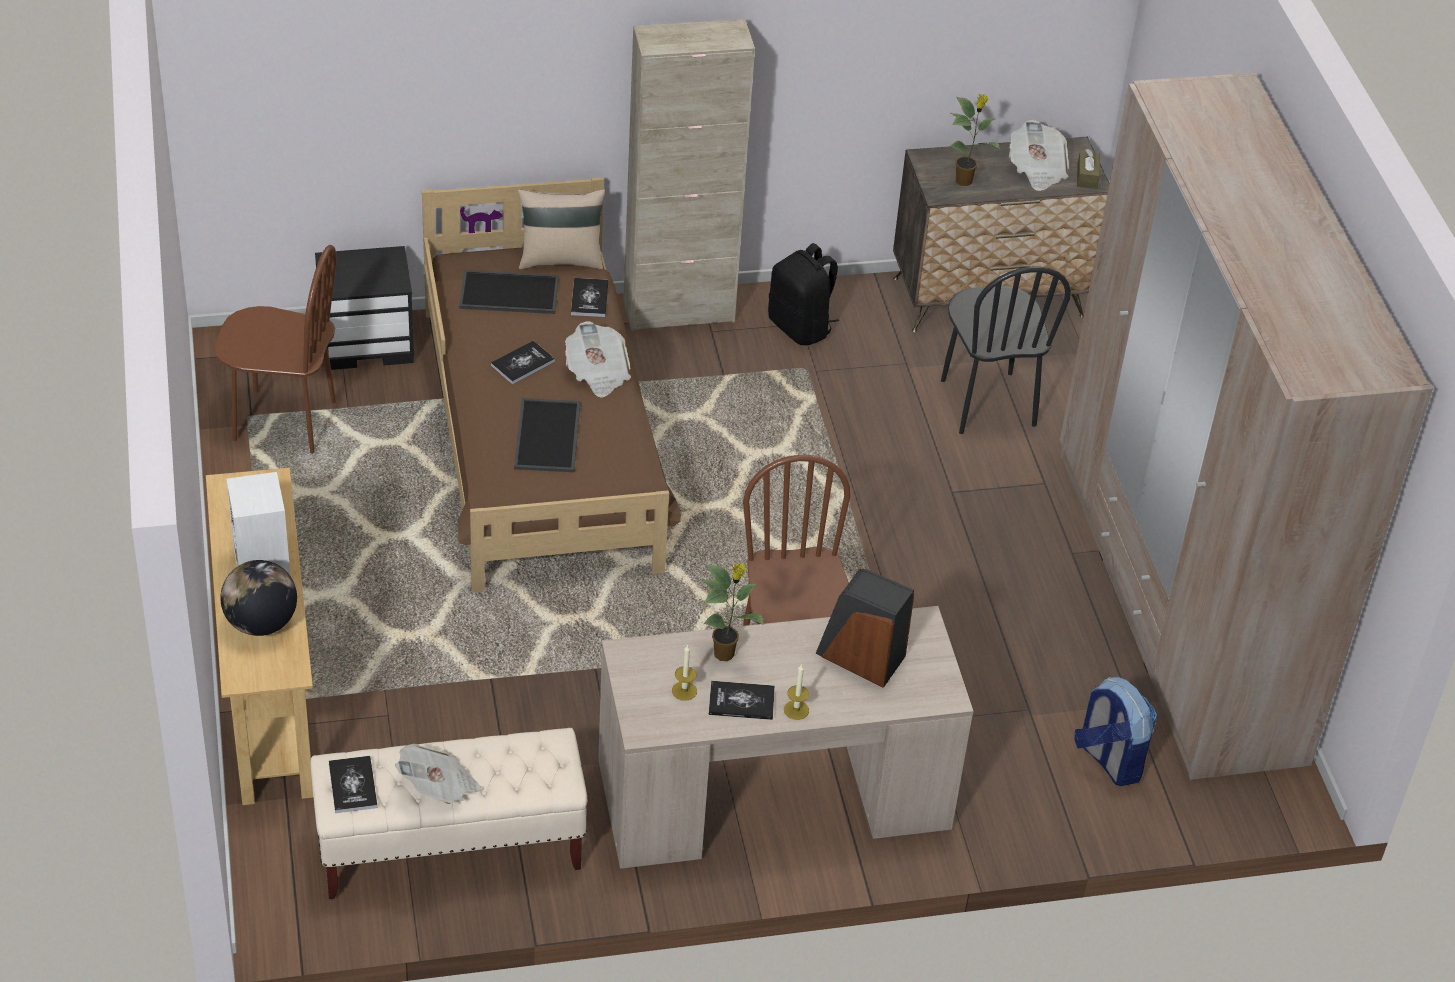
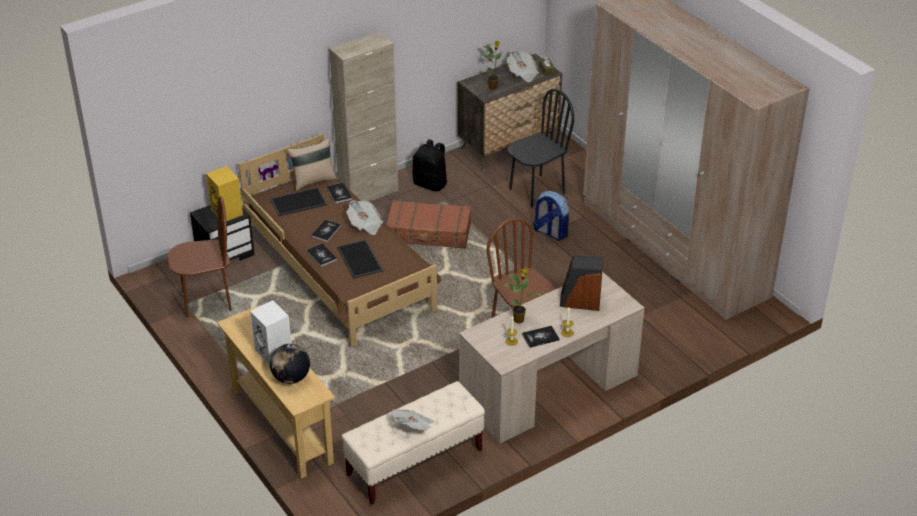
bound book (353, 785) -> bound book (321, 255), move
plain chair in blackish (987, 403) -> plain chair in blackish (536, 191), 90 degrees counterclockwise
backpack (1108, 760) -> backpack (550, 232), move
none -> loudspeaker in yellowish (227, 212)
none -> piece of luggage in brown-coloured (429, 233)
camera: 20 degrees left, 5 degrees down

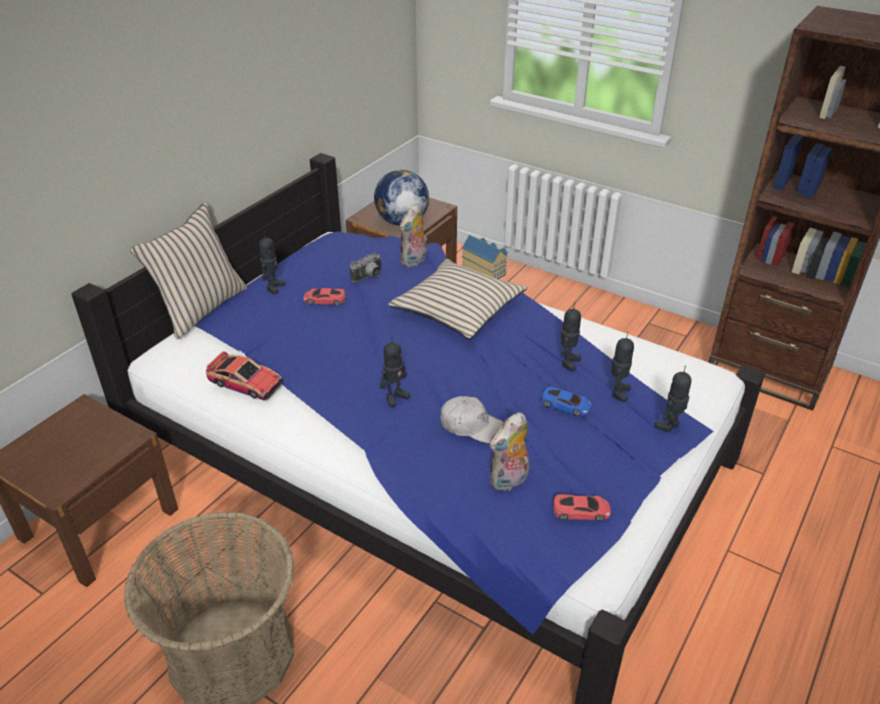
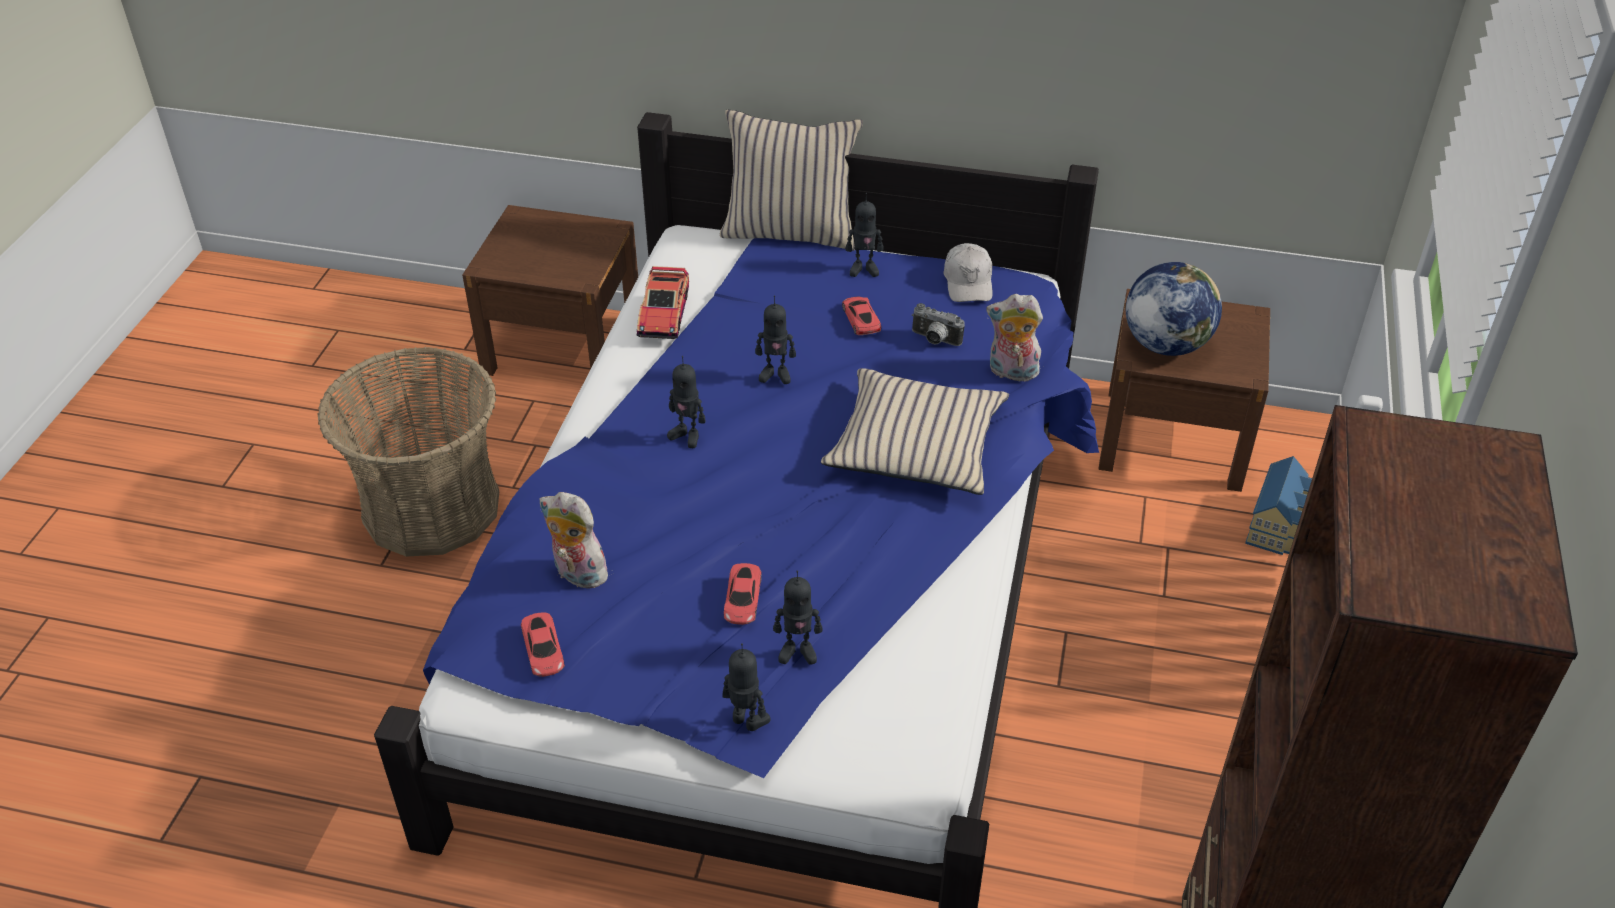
cap in whitish (471, 426) -> cap in whitish (968, 282), move
toy car in blue-coloured (566, 405) -> toy car in red (742, 598)
toy robot (568, 362) -> toy robot (775, 374), move
camera: 70 degrees right, 5 degrees up

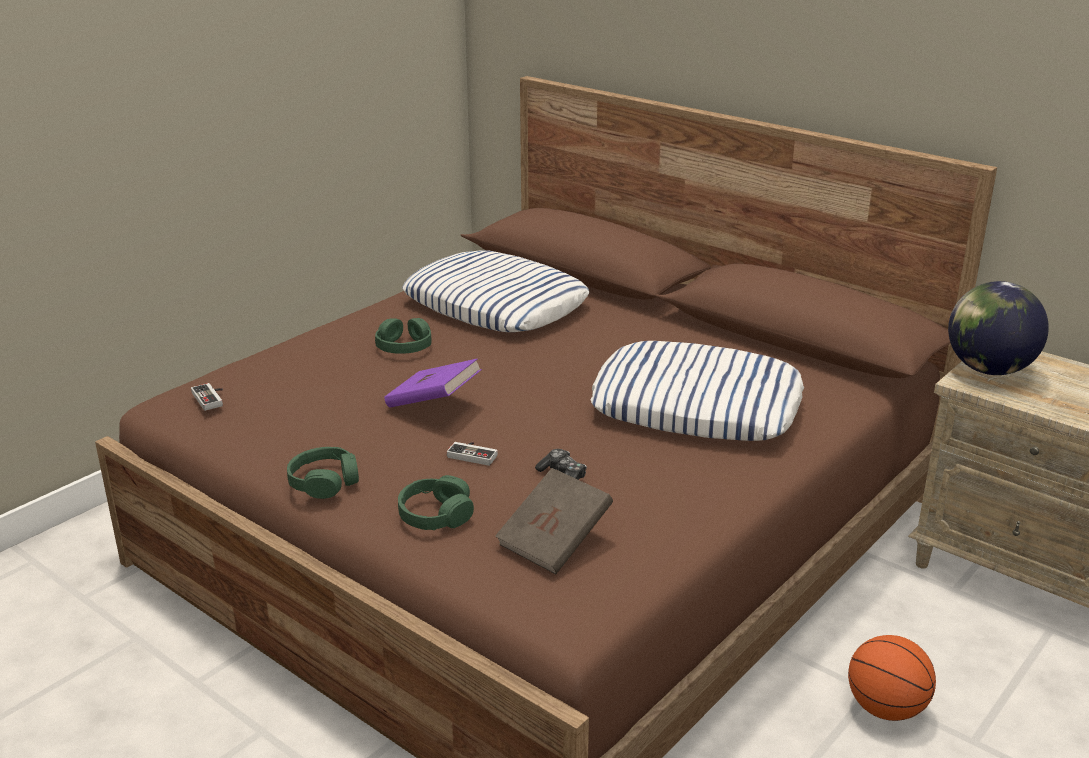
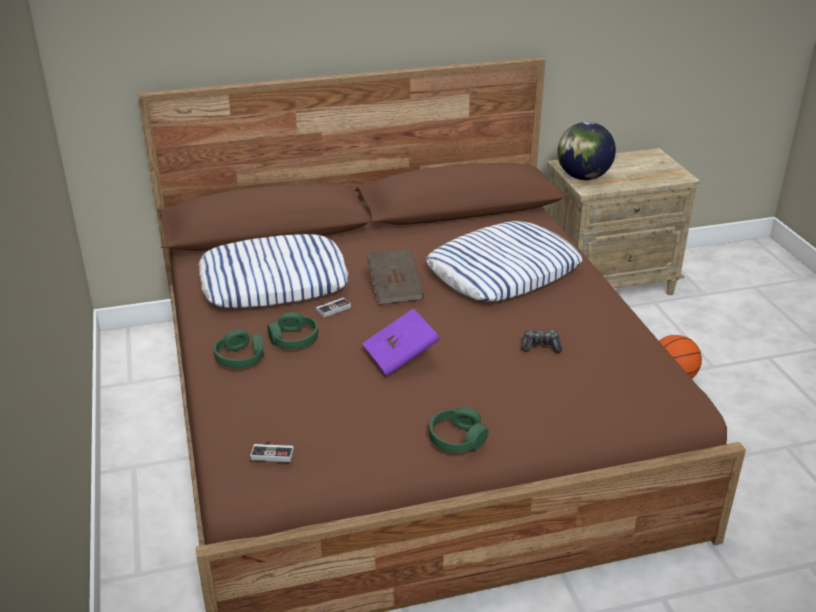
headphones in green (435, 515) -> headphones in green (241, 358), move
gamepad (474, 454) -> gamepad (331, 308), move
bound book in brown-coloured (554, 541) -> bound book in brown-coloured (395, 289), move
camera: 55 degrees left, 5 degrees up

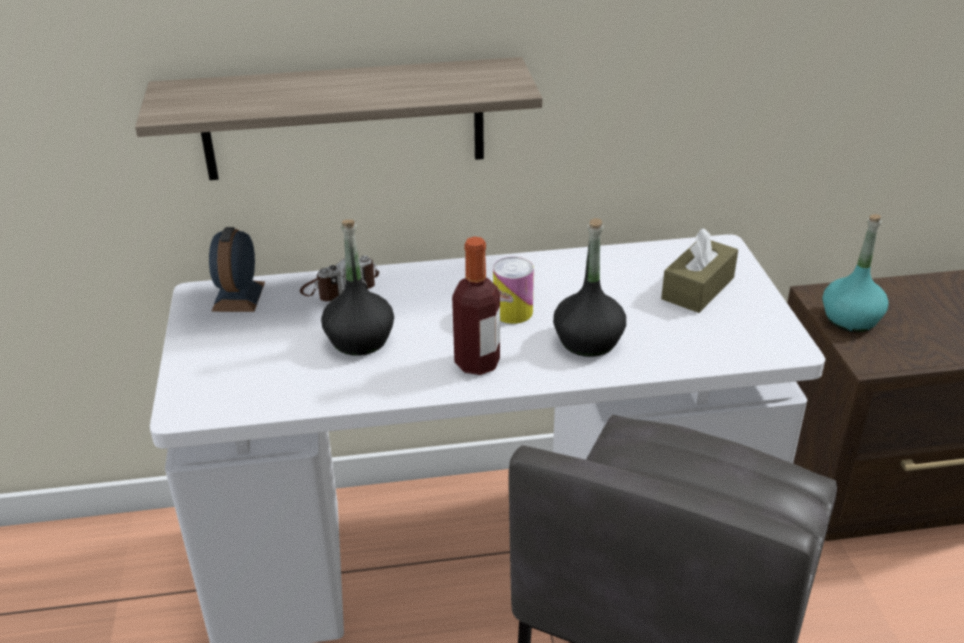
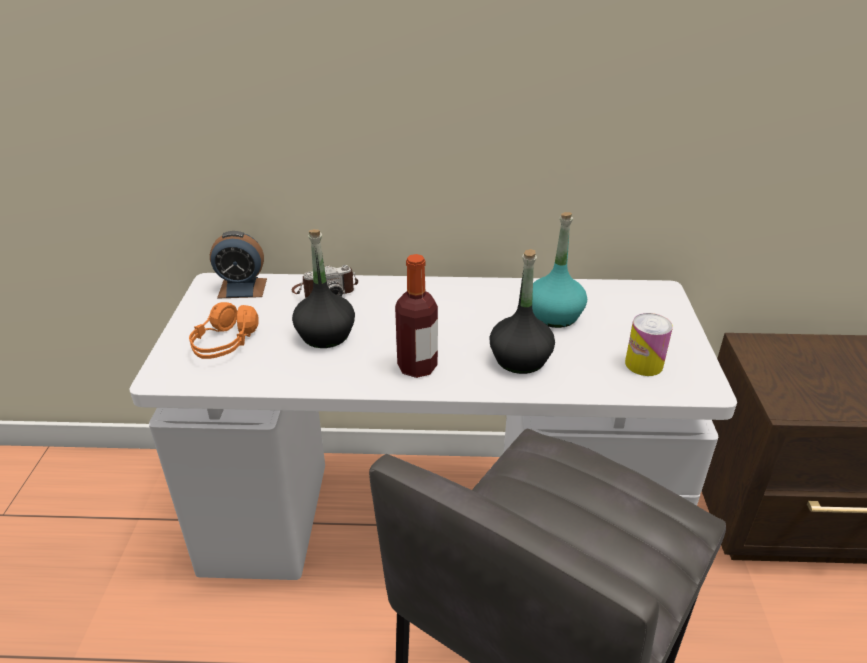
wall shelf (344, 119) -> none
alarm clock (238, 296) -> alarm clock (242, 288), 105 degrees counterclockwise
metal can (513, 312) -> metal can (644, 364), move
tissue box in brown-coloured (698, 288) -> none
bottle in blue-green (850, 319) -> bottle in blue-green (554, 315), move
none -> headphones in orangey (225, 344)
camera: 10 degrees right, 0 degrees up

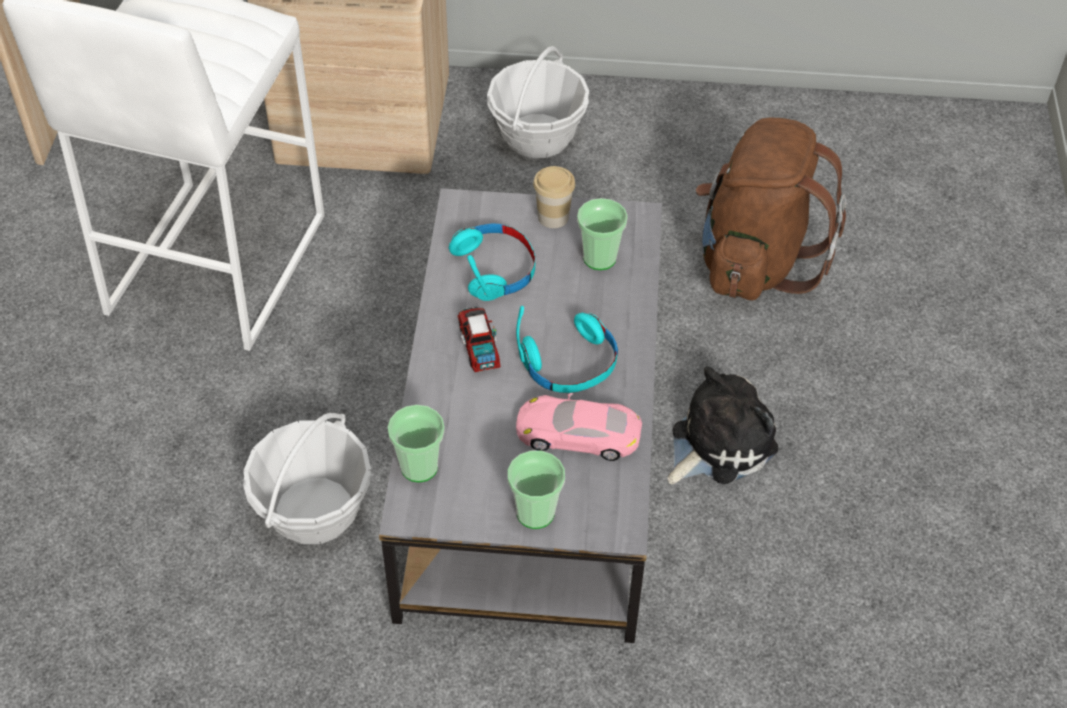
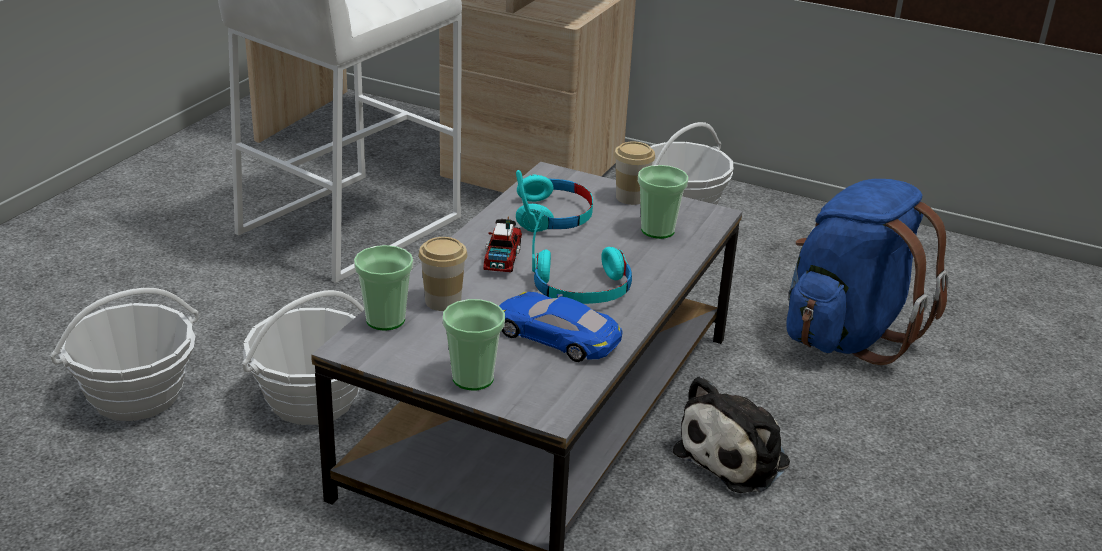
toy car in pinkish (578, 433) -> toy car in blue-coloured (556, 335)
cuddly toy (717, 443) -> cuddly toy (737, 456), 150 degrees clockwise
backpack in brown-coloured (755, 260) -> backpack in blue-coloured (847, 334)
none -> household basket (136, 396)
none -> drinking cup (443, 301)
camera: 20 degrees right, 20 degrees down

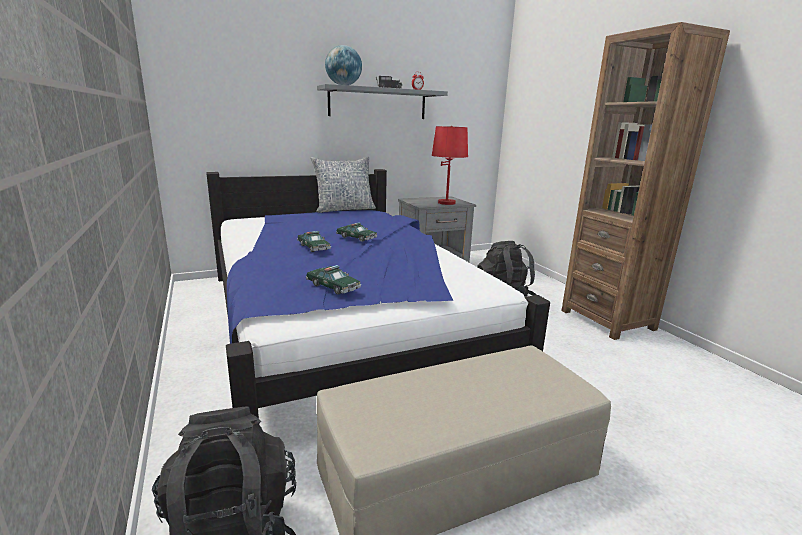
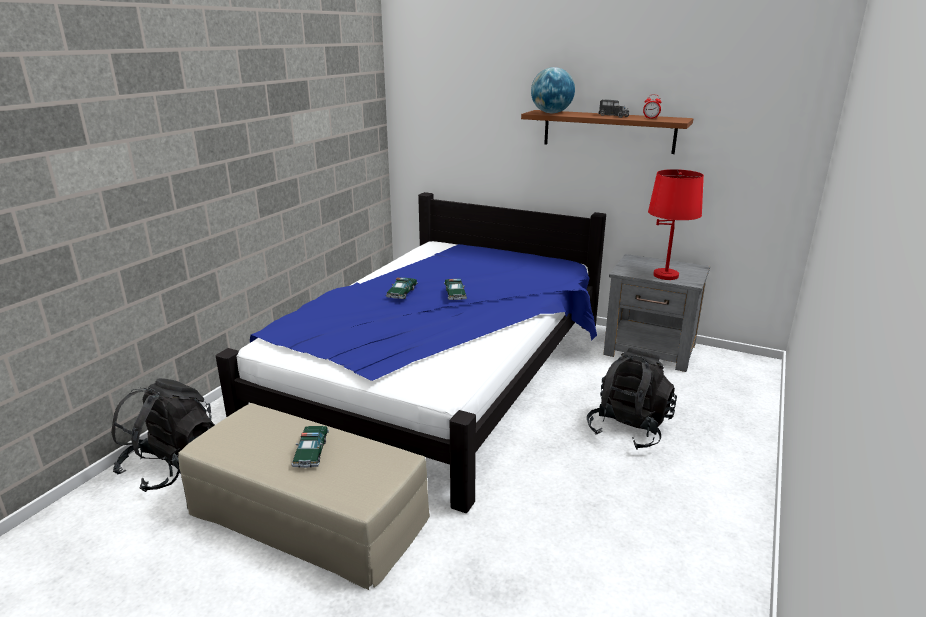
toy car (333, 287) -> toy car (311, 452), move
throw pillow (344, 209) -> none
wall shelf in gray (378, 103) -> wall shelf in brown-coloured (608, 131)
bookcase in brown-coloured (607, 320) -> none
camera: 50 degrees right, 5 degrees up

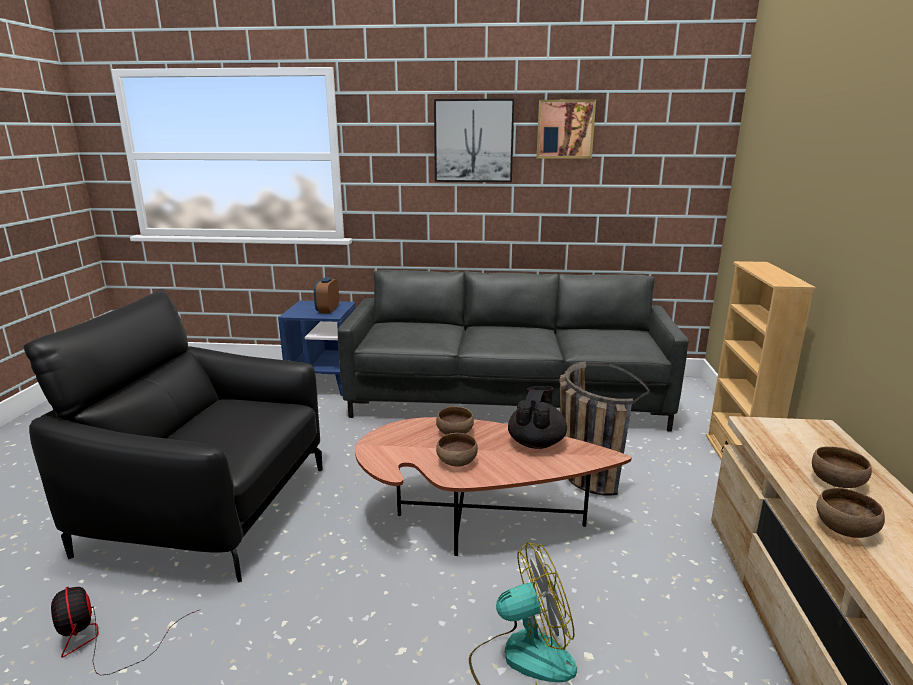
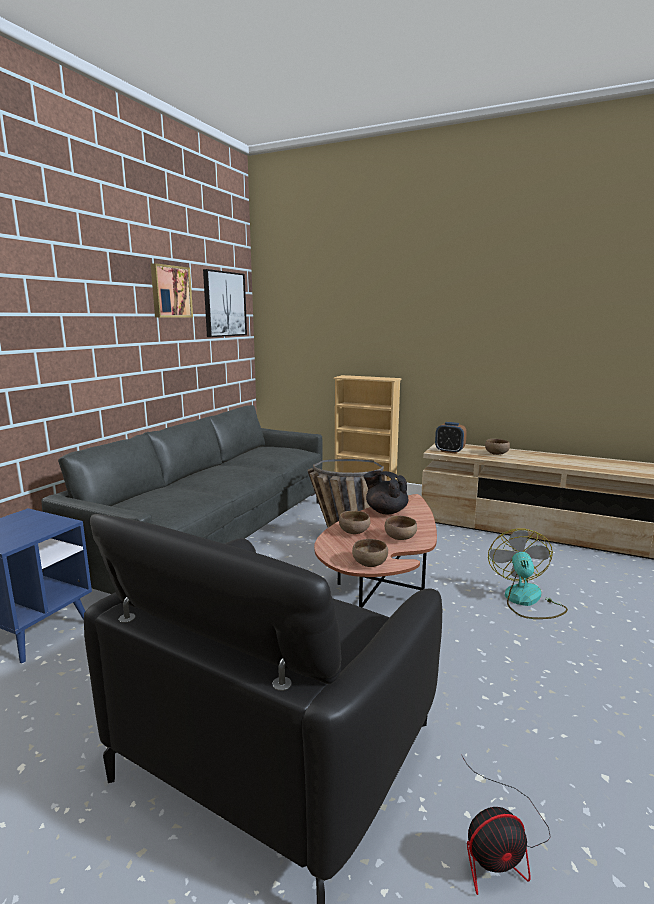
alarm clock (327, 310) -> alarm clock (449, 451), move
wall art (473, 141) -> wall art (224, 304), move
serving bowl in brown-coloured (844, 528) -> serving bowl in brown-coloured (369, 563), move
camera: 70 degrees left, 5 degrees down

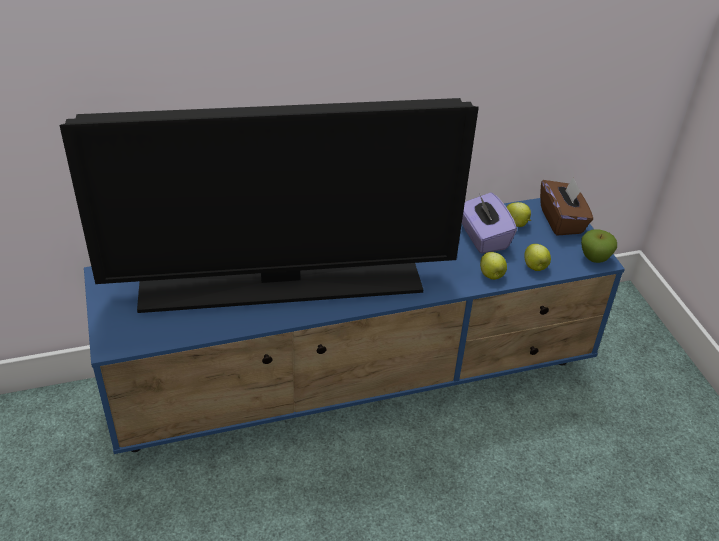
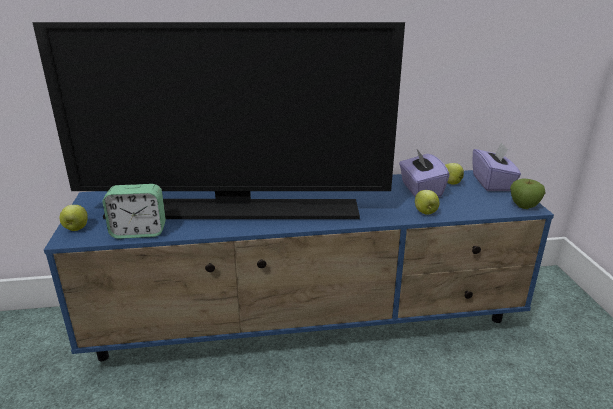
apple fruit (535, 267) -> apple fruit (76, 229), move
tissue box in brown-coloured (562, 221) -> tissue box in purple (492, 183)
none -> alarm clock (139, 232)
camera: 10 degrees right, 15 degrees down

